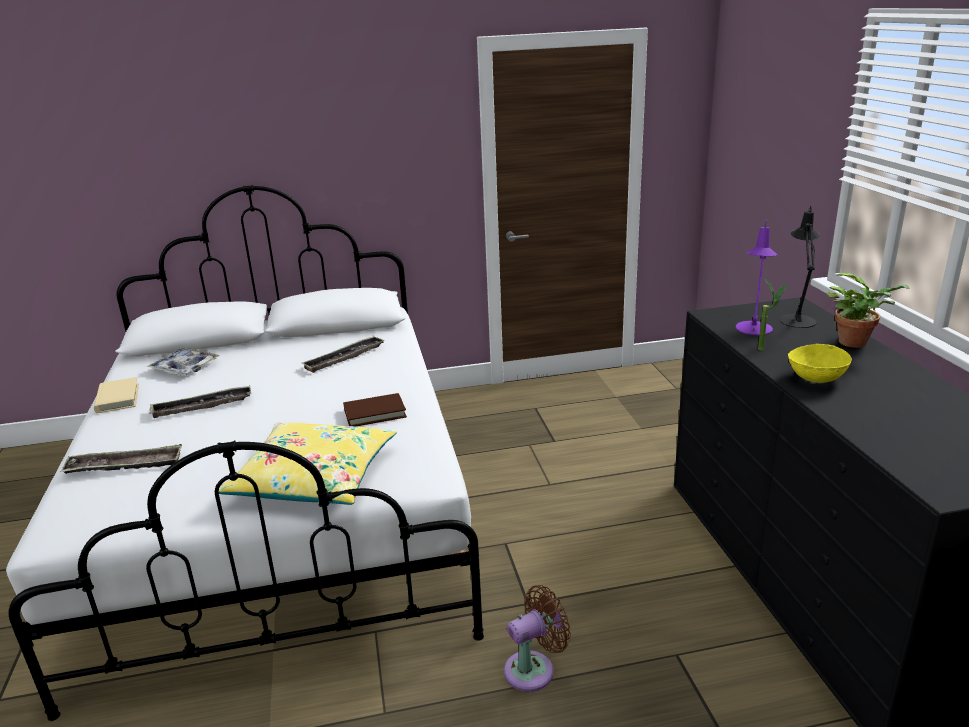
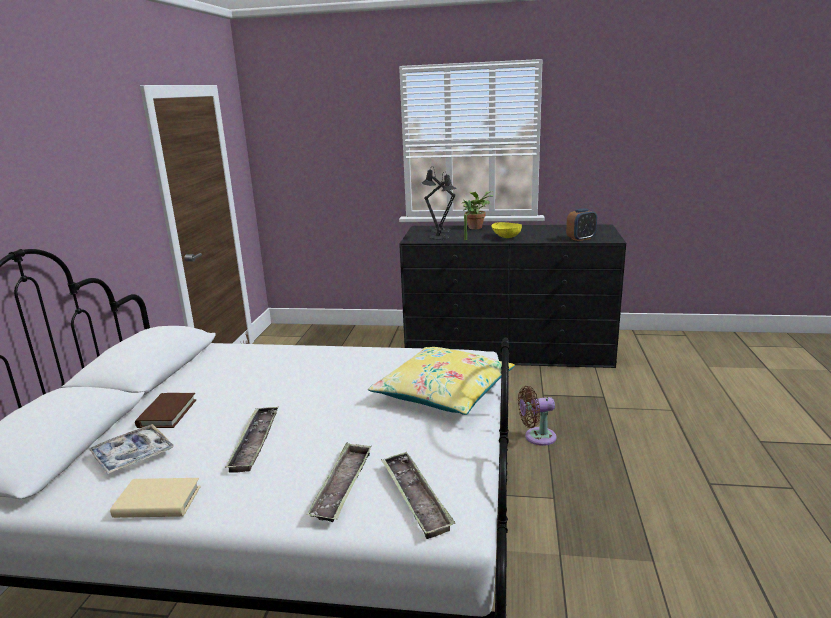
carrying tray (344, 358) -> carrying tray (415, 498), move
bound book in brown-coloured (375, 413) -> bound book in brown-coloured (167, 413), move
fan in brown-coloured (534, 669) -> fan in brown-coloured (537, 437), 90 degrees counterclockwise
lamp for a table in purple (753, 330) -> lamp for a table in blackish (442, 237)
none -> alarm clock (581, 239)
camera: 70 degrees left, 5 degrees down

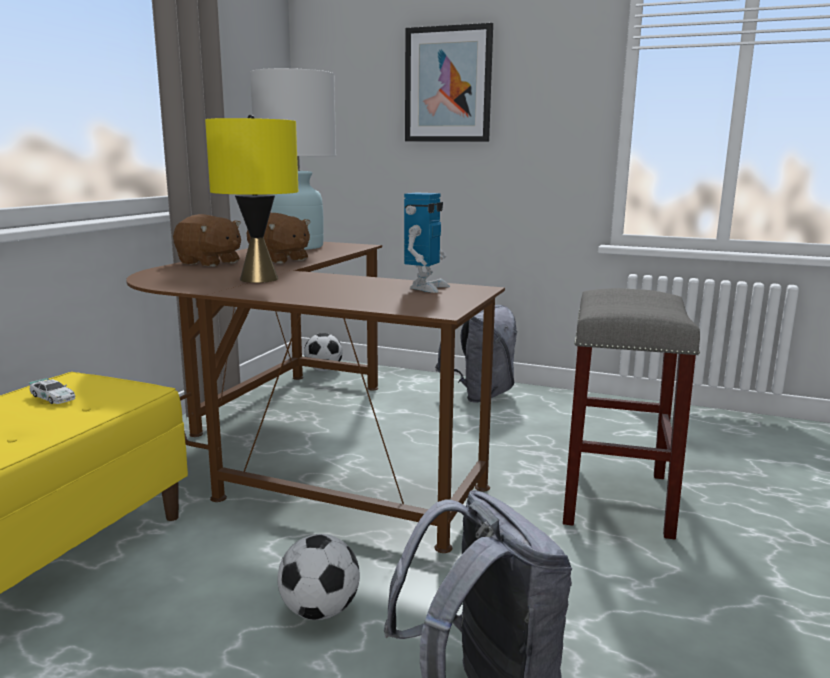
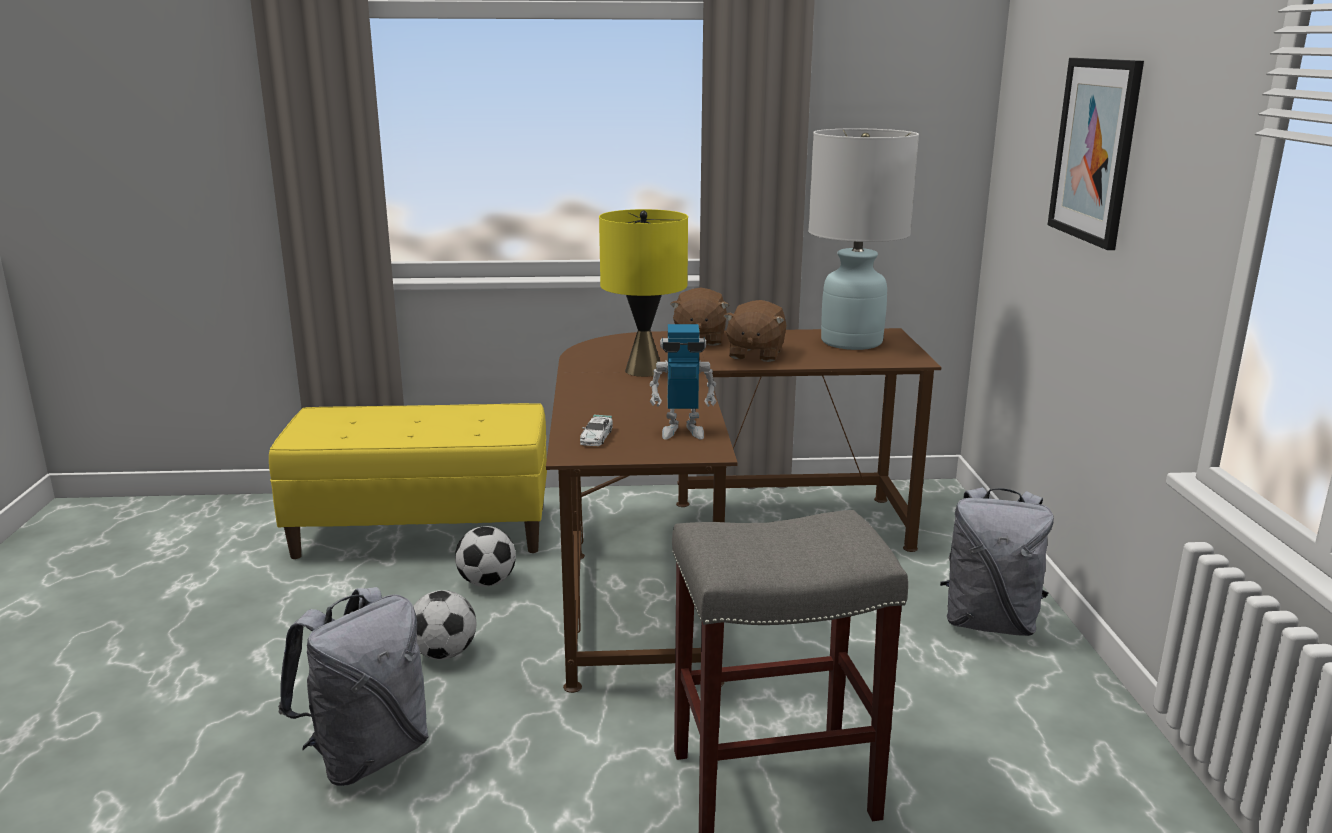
toy car (53, 397) -> toy car (596, 437), move
football ball (323, 370) -> football ball (486, 582), move
camera: 65 degrees right, 5 degrees up

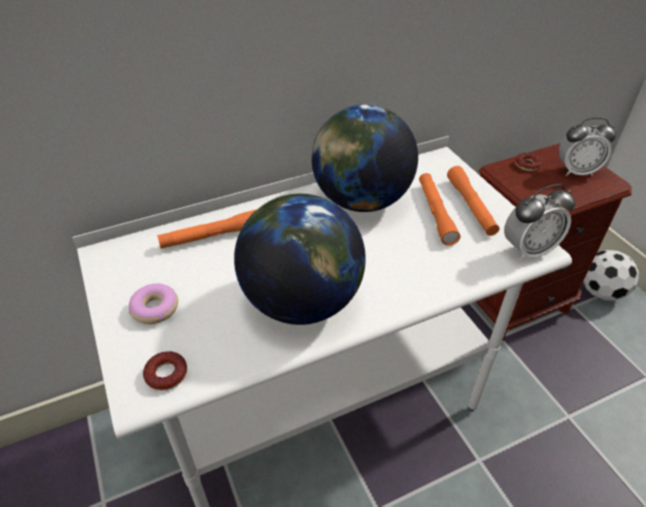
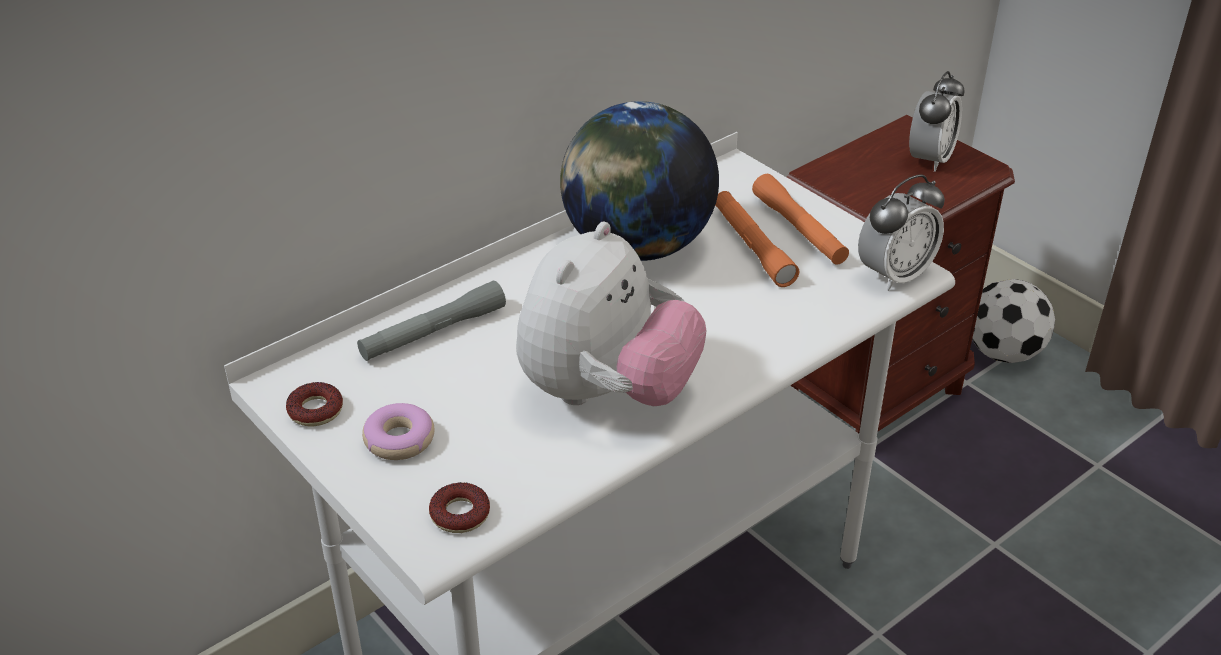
torch in orangey (211, 236) -> torch in gray (433, 332)
world globe (301, 301) -> cuddly toy (607, 392)
donut (527, 165) -> donut (315, 410), move
alarm clock (576, 171) -> alarm clock (930, 159), 45 degrees counterclockwise
camera: 15 degrees left, 5 degrees down

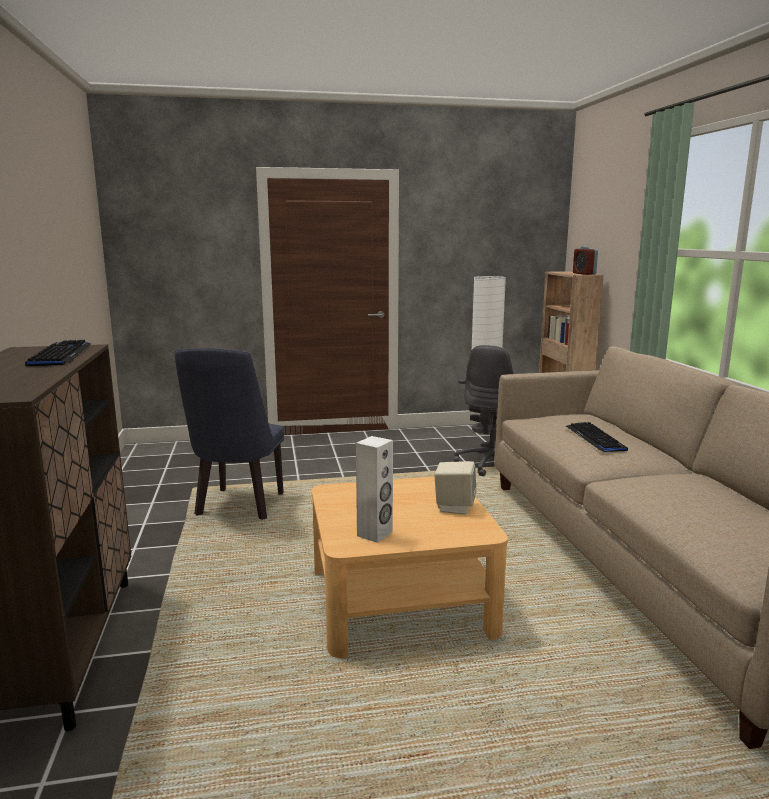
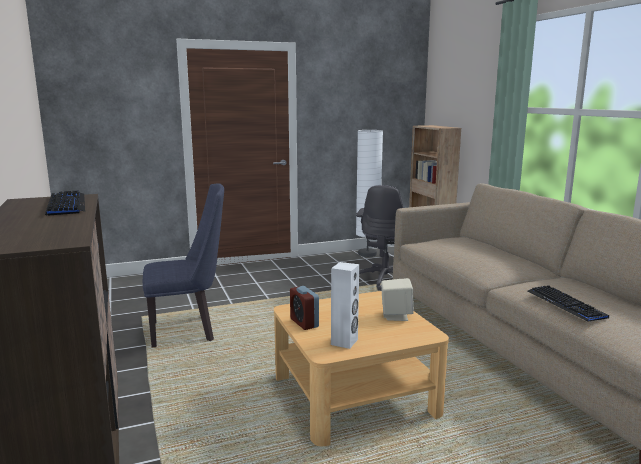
plain chair in blue-coloured (238, 508) -> plain chair in blue-coloured (189, 330), 105 degrees counterclockwise
keyboard (595, 438) -> keyboard (565, 304), move
alarm clock (584, 273) -> alarm clock (304, 323), move
camera: 10 degrees left, 0 degrees up

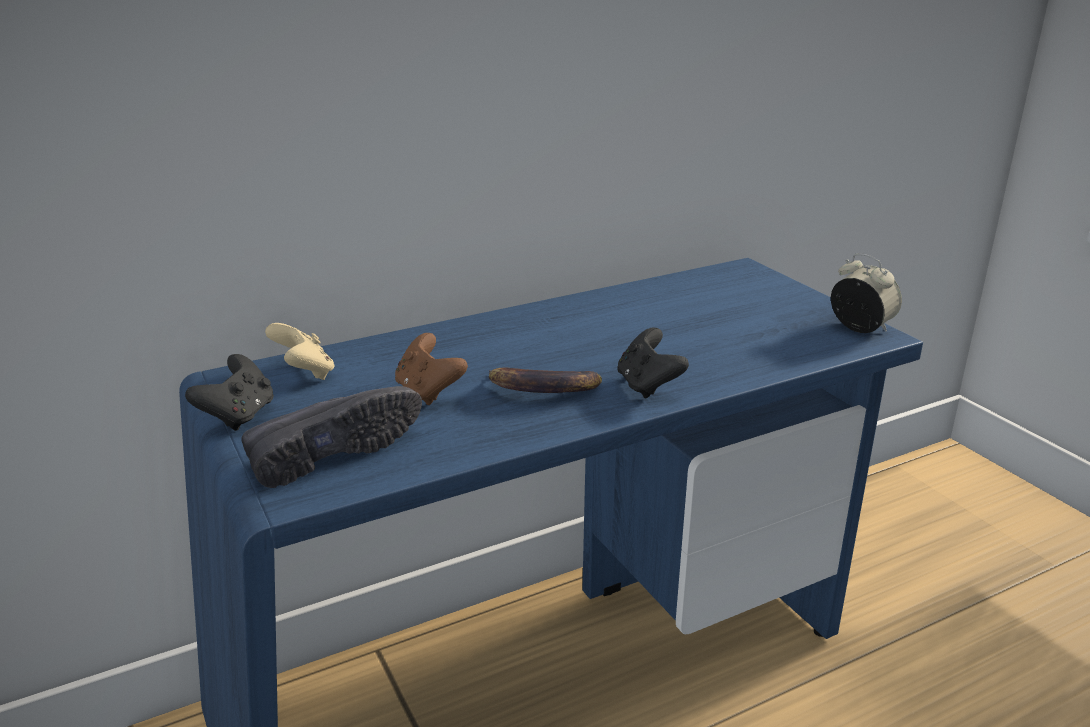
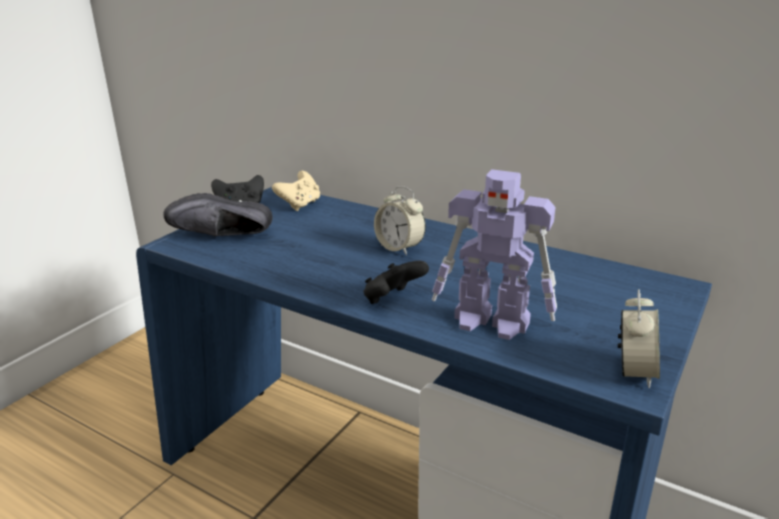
shoe in blackish (331, 452) -> shoe in blackish (221, 237), 150 degrees clockwise
gamepad in brown-coloured (428, 392) -> none
whole banana (541, 390) -> none
none -> alarm clock (399, 248)
none -> toy robot (493, 322)
camera: 60 degrees right, 0 degrees up

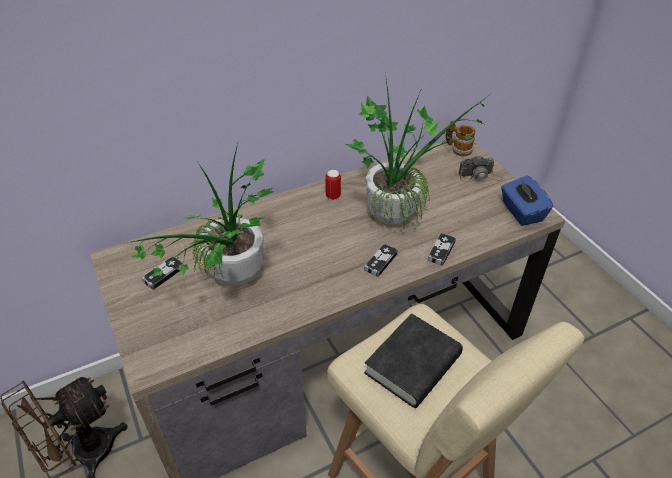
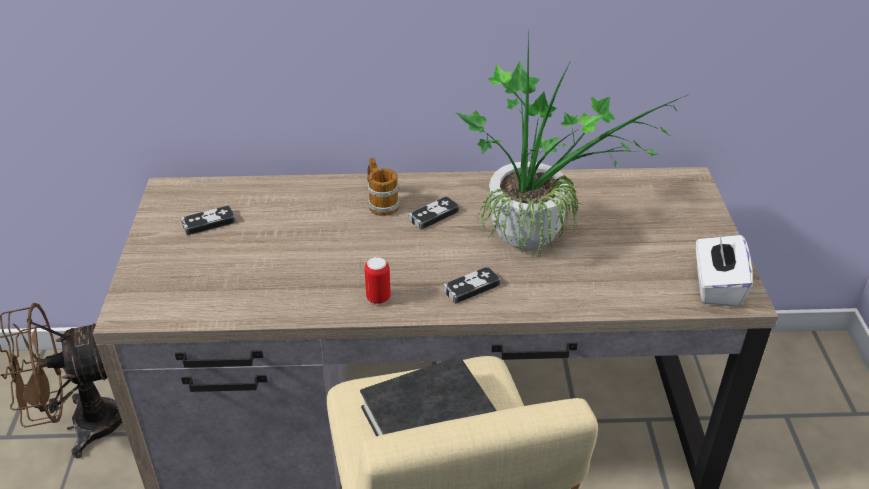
houseplant (231, 283) -> none
metal can (333, 196) -> metal can (378, 298), move
gamepad (441, 251) -> gamepad (433, 215), move
coffee mug (458, 149) -> coffee mug (380, 203), move
photo camera (480, 176) -> none
tissue box in blue-coloured (521, 212) -> tissue box in whitish (716, 286)
camera: 25 degrees right, 5 degrees down

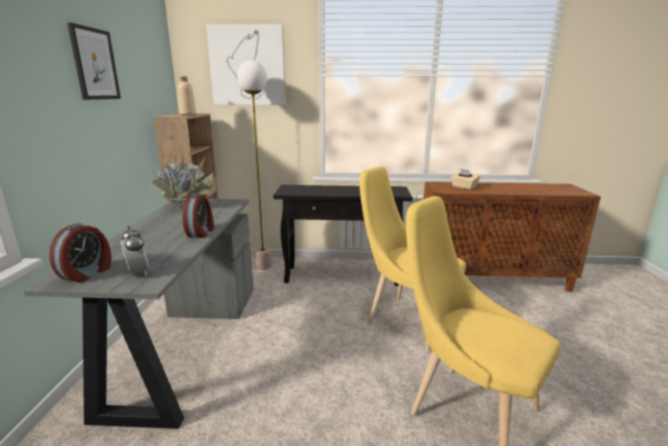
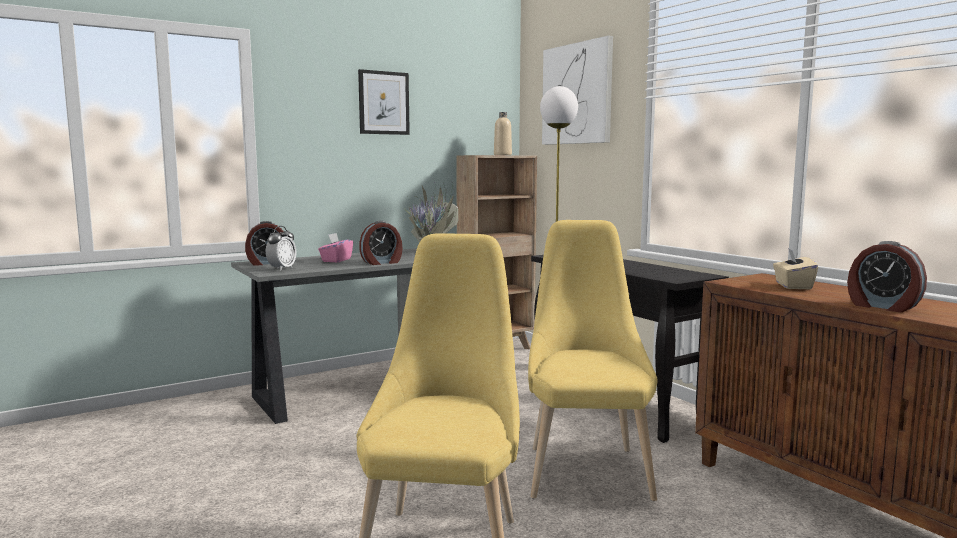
none -> tissue box in pinkish (336, 260)
none -> alarm clock (882, 307)
camera: 55 degrees right, 10 degrees down

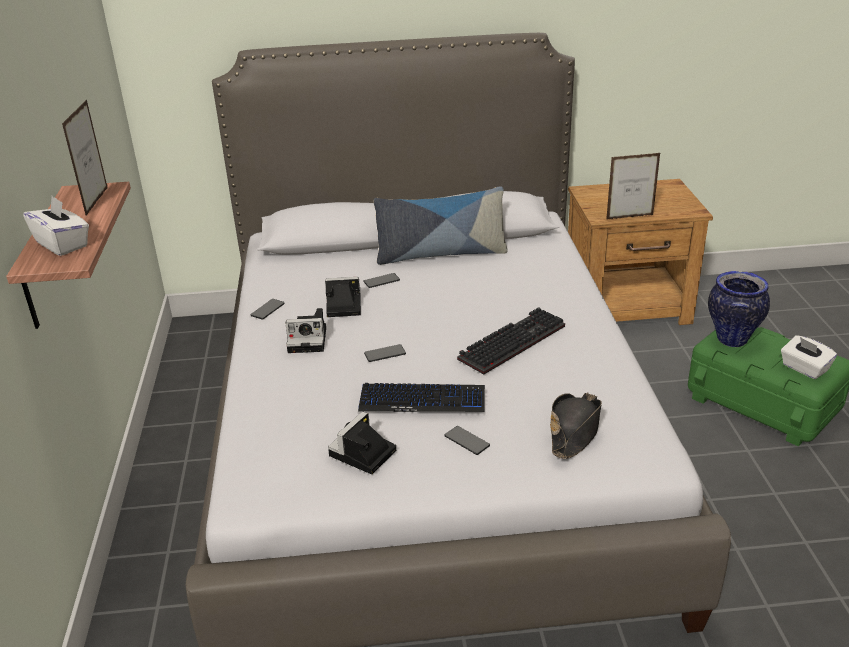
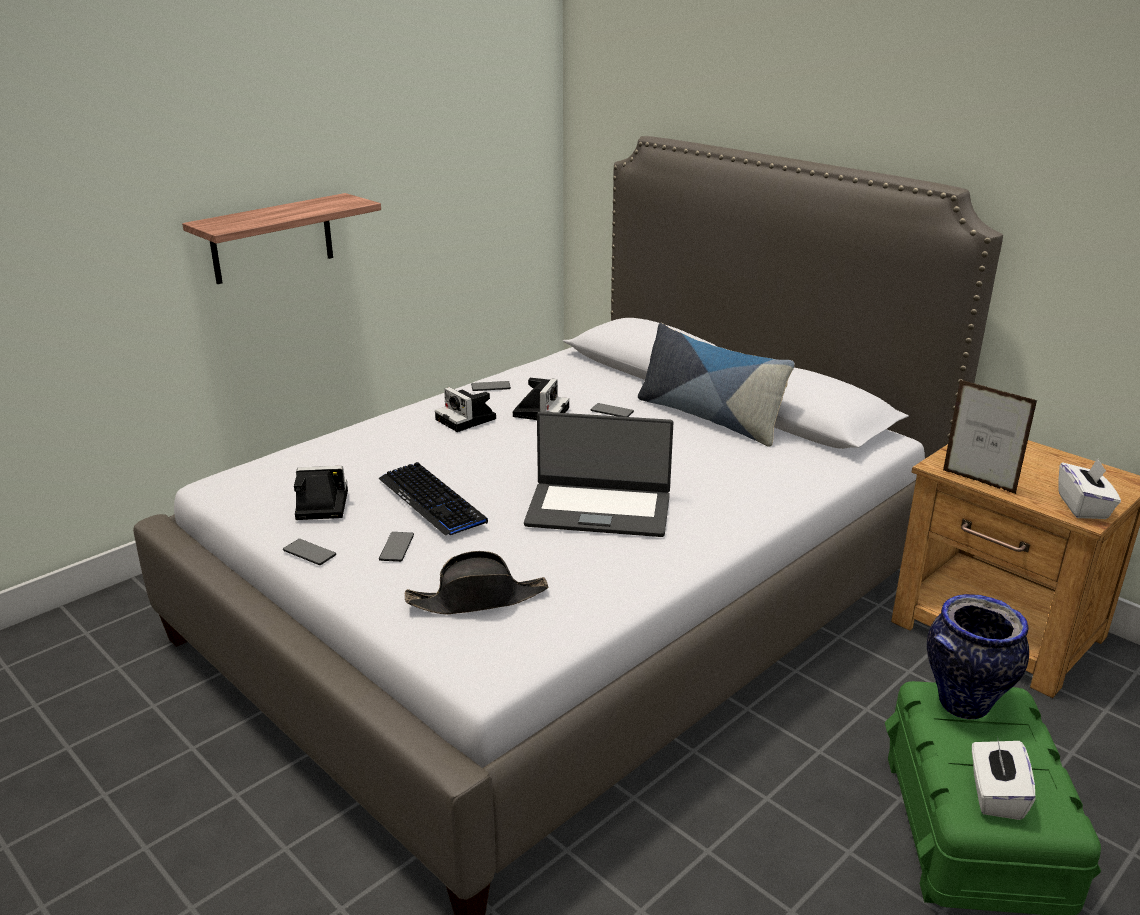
tissue box in whitish (63, 244) -> tissue box in whitish (1083, 507), move
photo frame (97, 201) -> none
photo camera (342, 306) -> photo camera (541, 411), 60 degrees clockwise
handset (385, 354) -> handset (309, 553), move
keyboard (512, 341) -> portable computer (599, 509)
camera: 50 degrees right, 5 degrees down

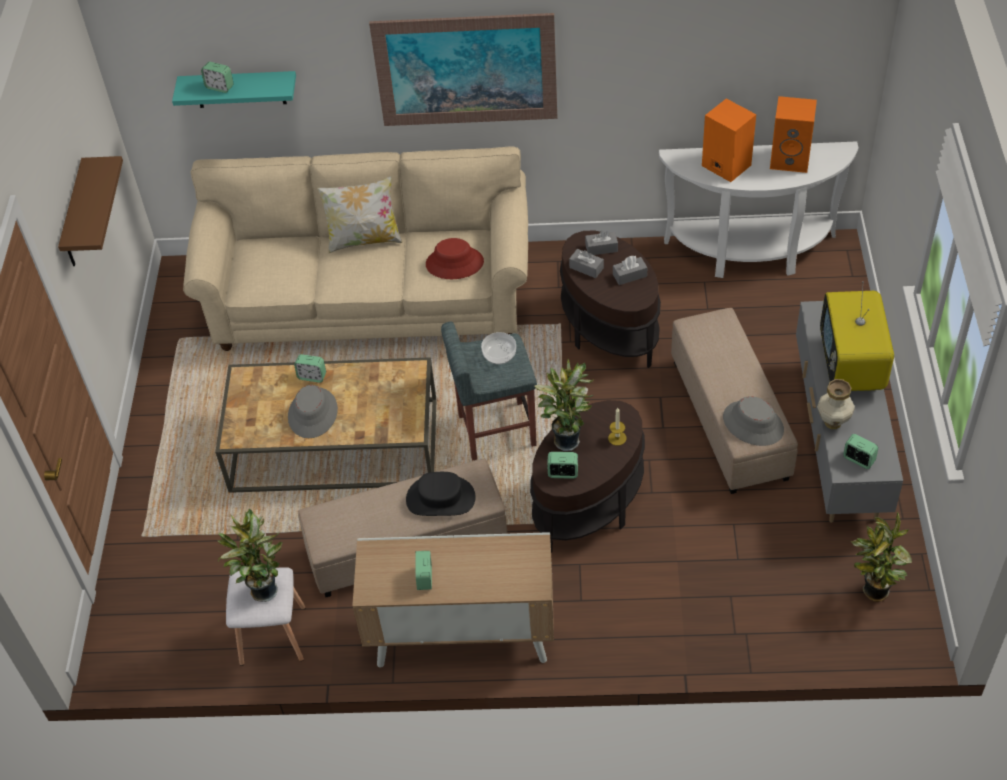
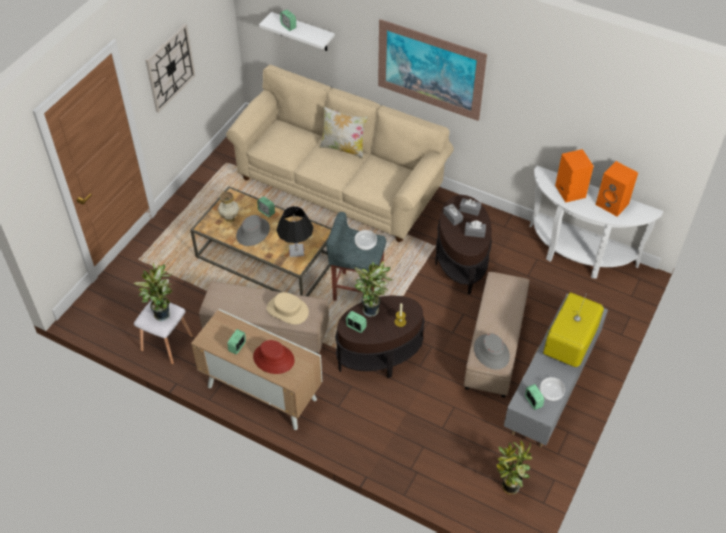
wall shelf in brown-coloured (75, 216) -> wall clock (170, 67)
wall shelf in blue-green (239, 89) -> wall shelf in whitish (303, 32)
wearable hat in blackish (440, 498) -> wearable hat in beige-coloured (287, 310)
wearable hat in red (454, 263) -> wearable hat in red (273, 359), move
vase (832, 422) -> vase (230, 218), move
none -> lamp for a table in blackish (296, 251)
none -> serving bowl (551, 393)
camera: 25 degrees right, 0 degrees up

